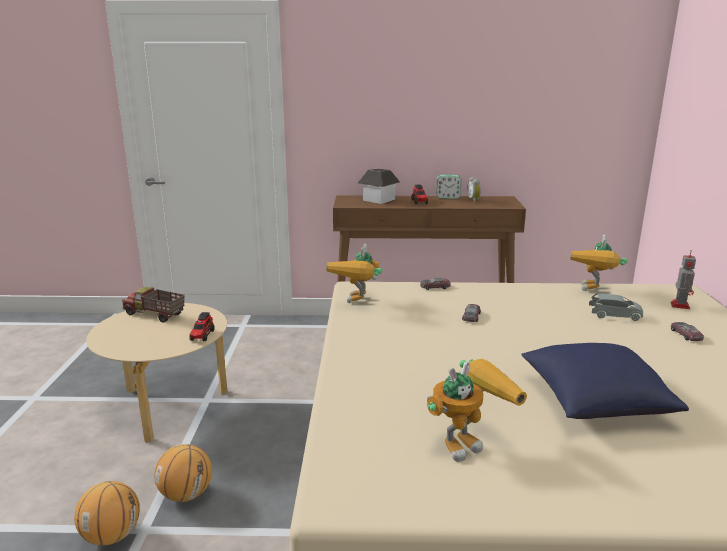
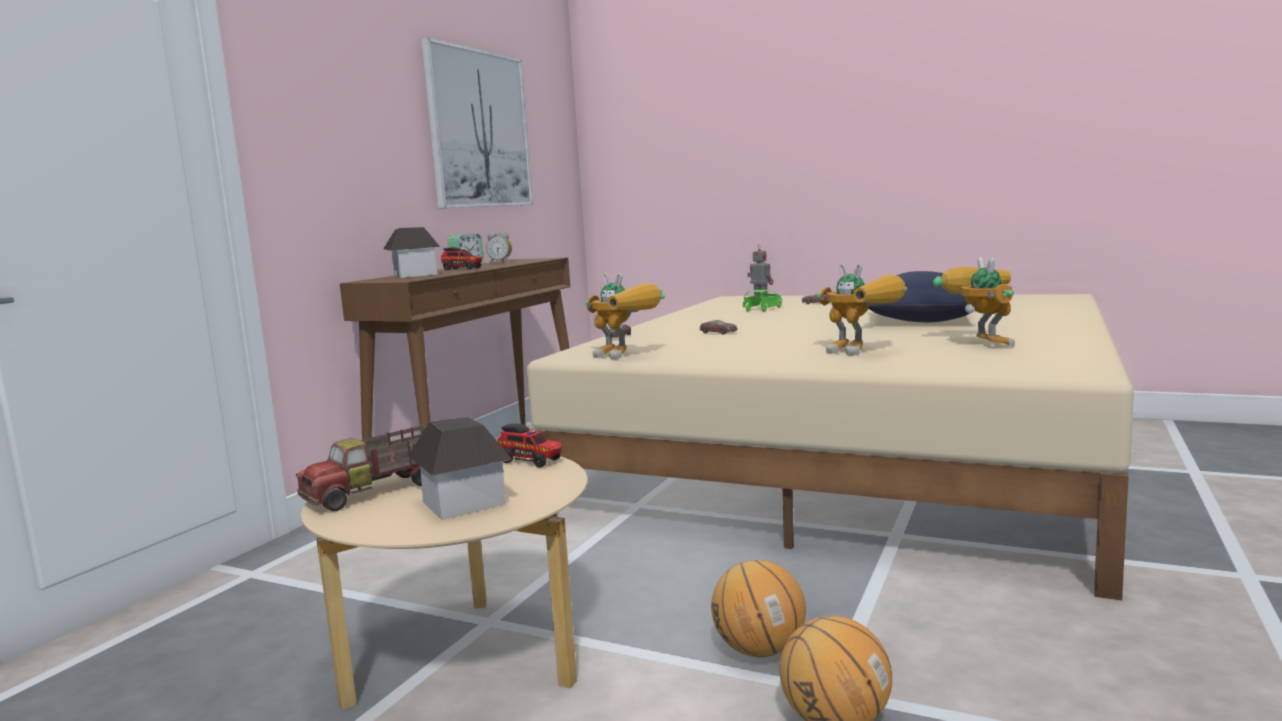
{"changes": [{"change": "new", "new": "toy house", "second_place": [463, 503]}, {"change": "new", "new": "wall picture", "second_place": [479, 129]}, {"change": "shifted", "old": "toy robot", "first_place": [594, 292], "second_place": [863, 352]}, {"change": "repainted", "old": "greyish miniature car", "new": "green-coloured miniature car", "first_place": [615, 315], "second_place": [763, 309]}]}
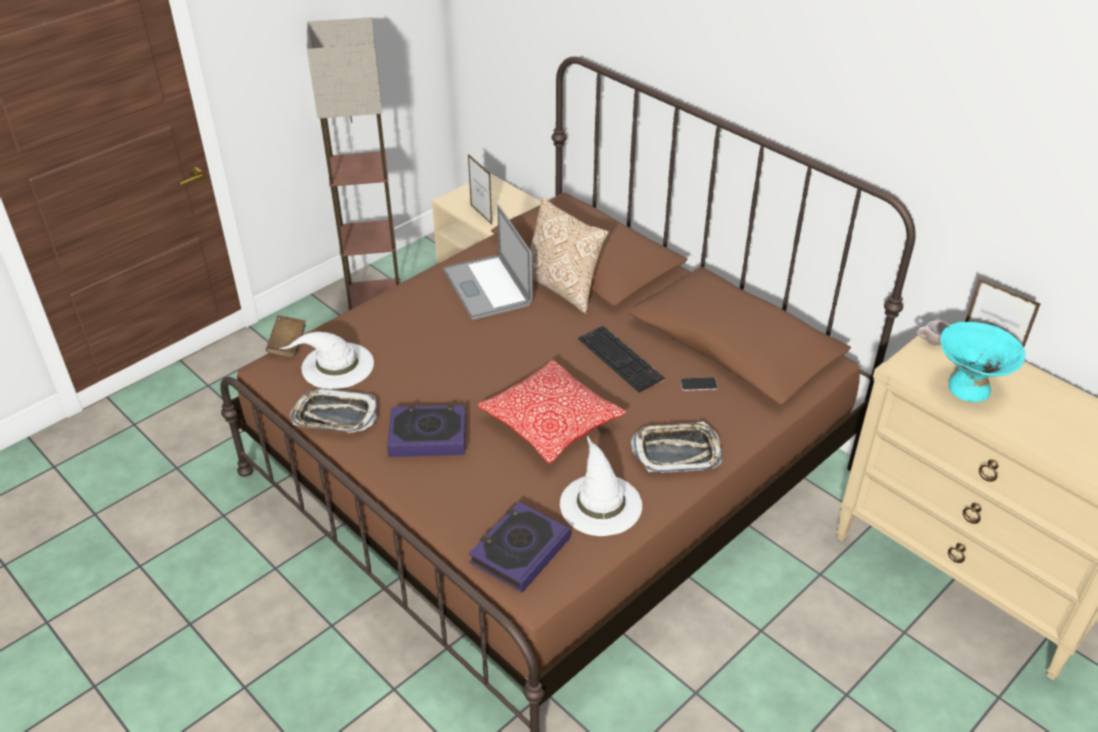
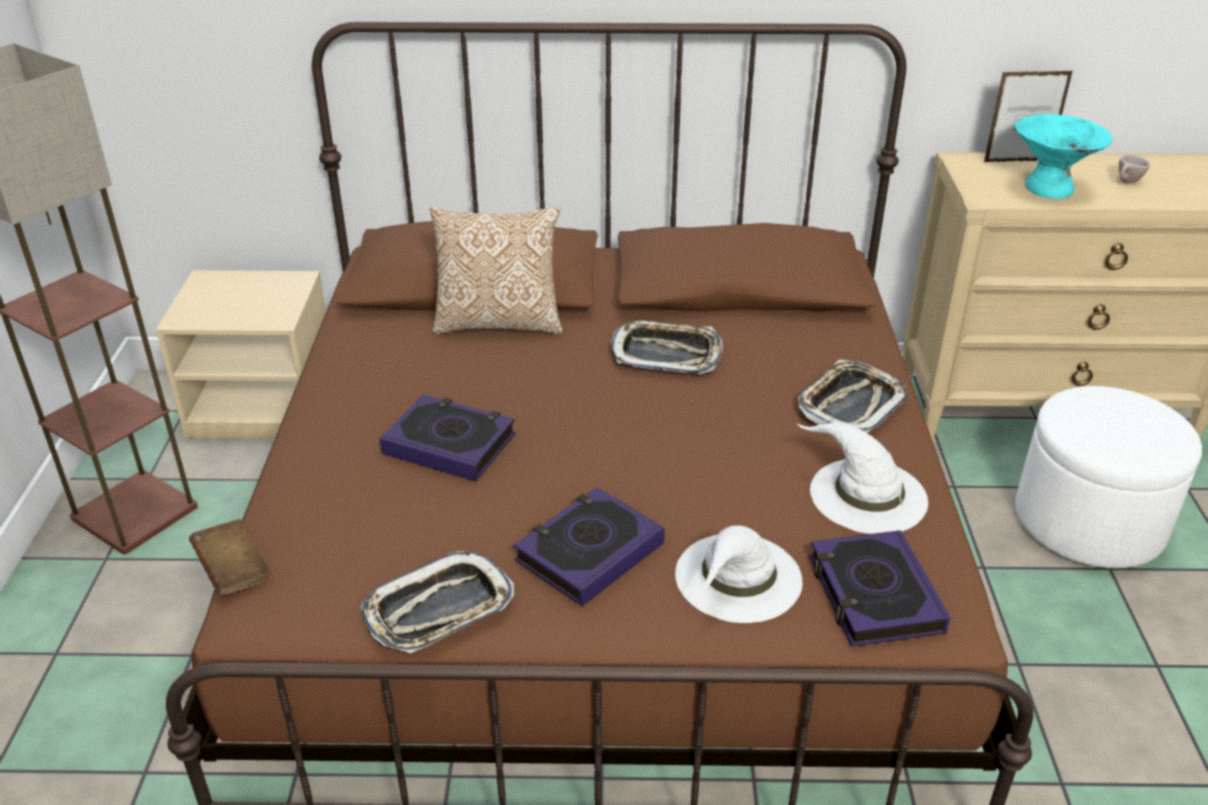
{"changes": [{"change": "gone", "old": "portable computer", "first_place": [487, 287]}, {"change": "gone", "old": "standing frame", "first_place": [481, 215]}, {"change": "gone", "old": "throw pillow", "first_place": [551, 423]}, {"change": "gone", "old": "telephone", "first_place": [698, 384]}, {"change": "new", "new": "book", "second_place": [449, 444]}, {"change": "new", "new": "white-coloured footrest", "second_place": [1088, 521]}, {"change": "shifted", "old": "white-coloured wearable hat", "first_place": [336, 366], "second_place": [738, 578]}, {"change": "shifted", "old": "sand-coloured small cup", "first_place": [930, 343], "second_place": [1127, 183]}, {"change": "swapped", "old": "computer keyboard", "new": "serving tray", "first_place": [622, 359], "second_place": [666, 354]}]}
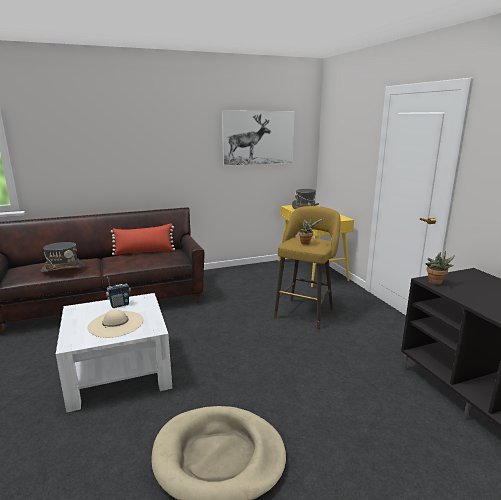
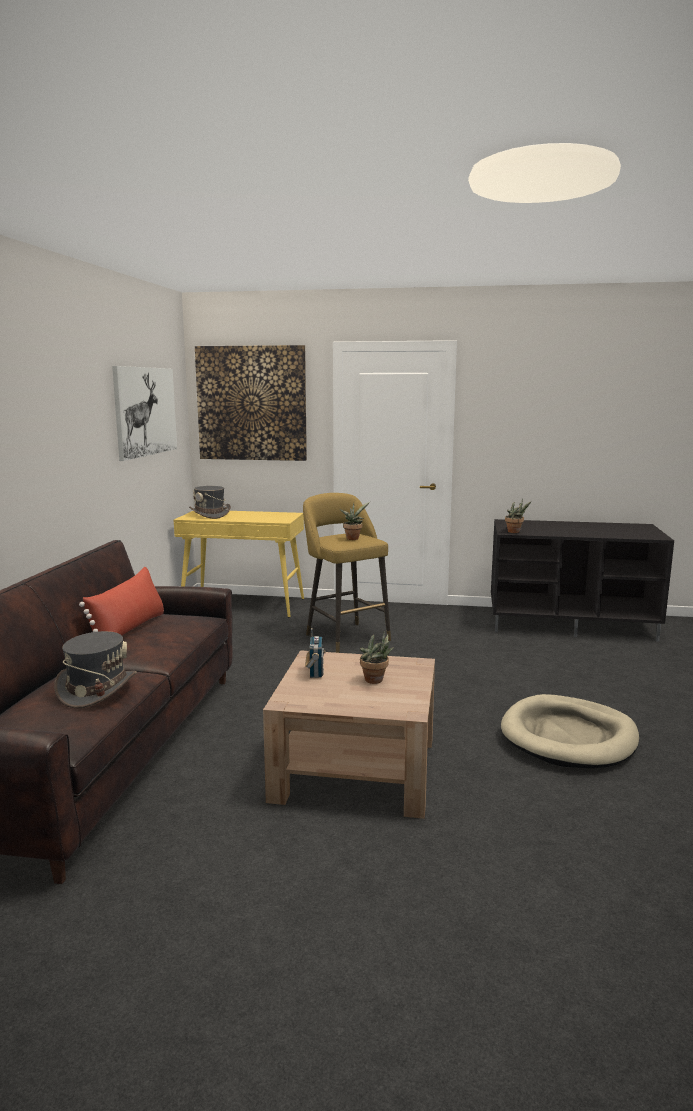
{"changes": [{"change": "new", "new": "wall picture", "second_place": [251, 403]}, {"change": "swapped", "old": "sand-coloured wearable hat", "new": "houseplant", "first_place": [116, 324], "second_place": [376, 681]}, {"change": "repainted", "old": "white-coloured coffee table", "new": "brown coffee table", "first_place": [118, 371], "second_place": [355, 768]}]}
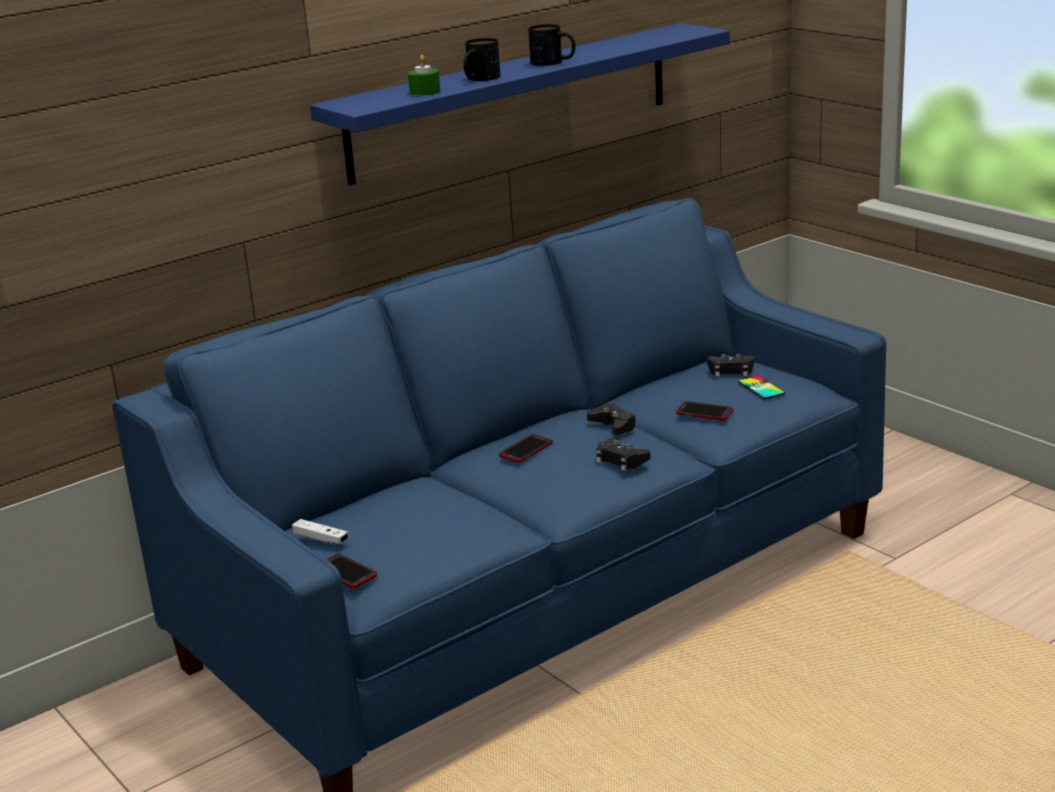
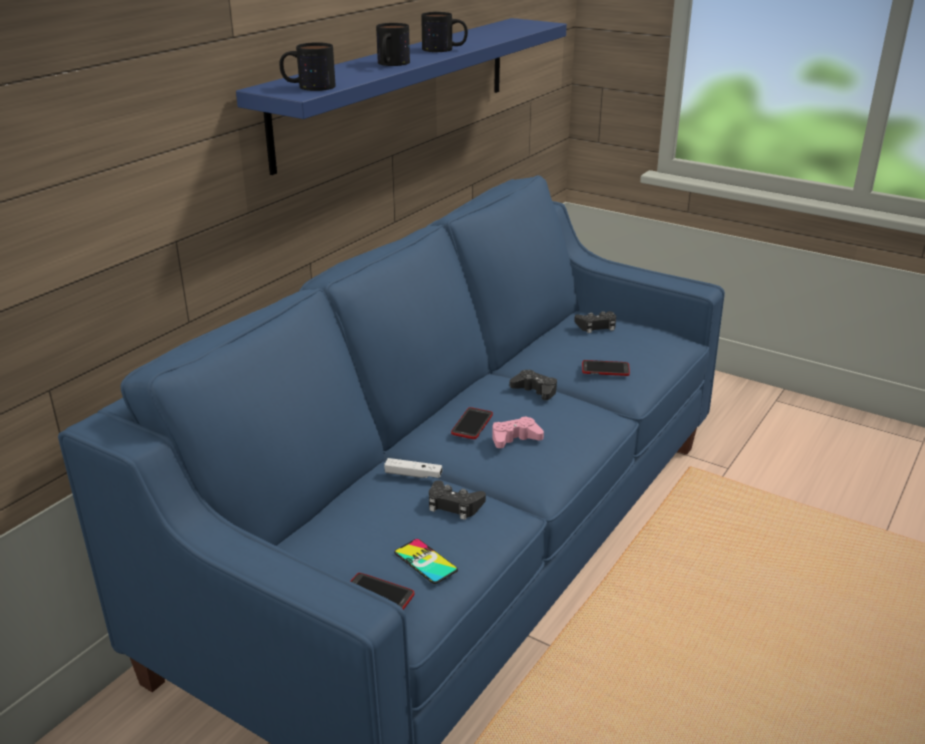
{"changes": [{"change": "gone", "old": "green-coloured wax candle", "first_place": [425, 92]}, {"change": "new", "new": "mug", "second_place": [308, 86]}, {"change": "new", "new": "pink gamepad", "second_place": [515, 438]}, {"change": "shifted", "old": "white-coloured gamepad", "first_place": [321, 539], "second_place": [413, 474]}, {"change": "shifted", "old": "black gamepad", "first_place": [621, 460], "second_place": [454, 505]}, {"change": "shifted", "old": "telephone", "first_place": [761, 388], "second_place": [425, 561]}]}
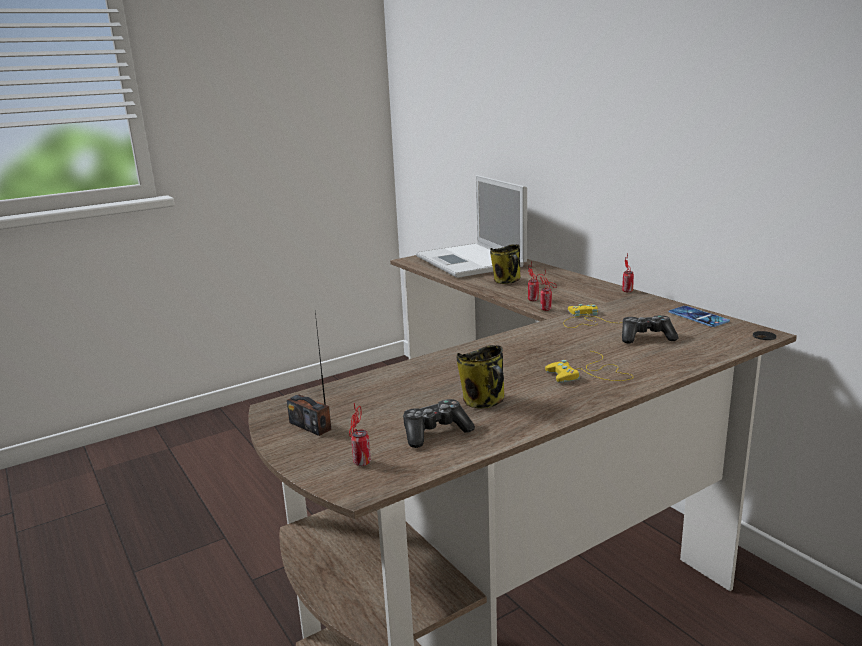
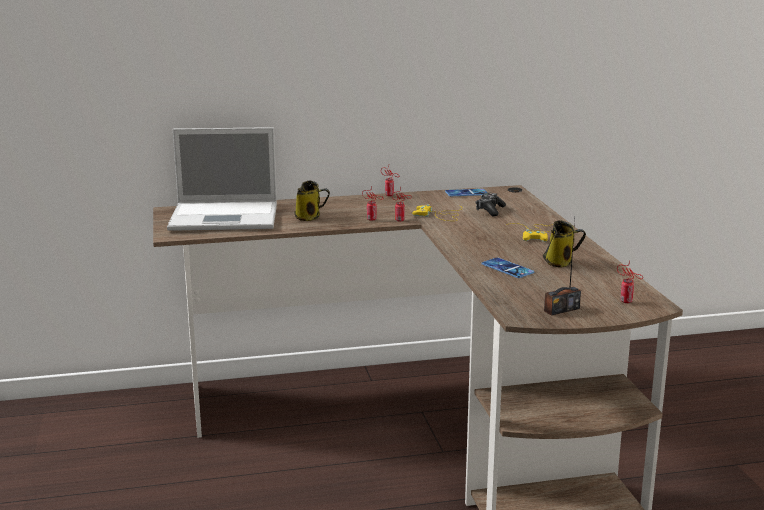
{"changes": [{"change": "gone", "old": "gamepad", "first_place": [435, 432]}, {"change": "new", "new": "telephone", "second_place": [507, 268]}]}
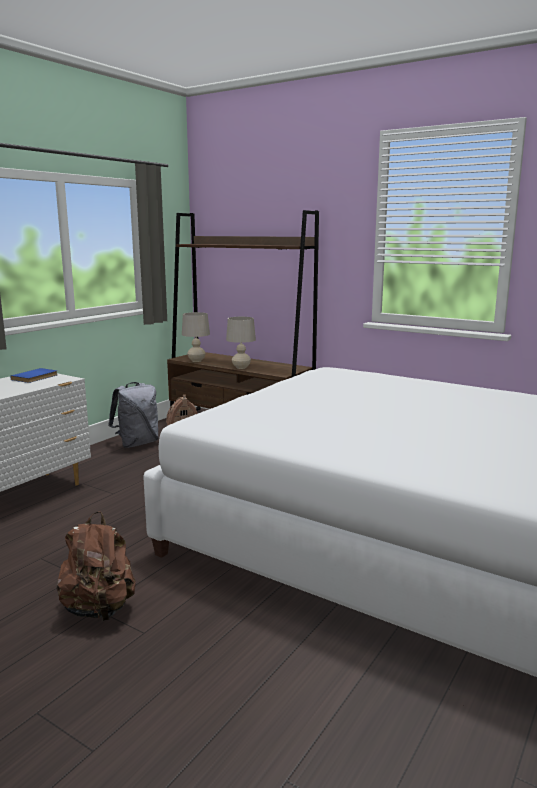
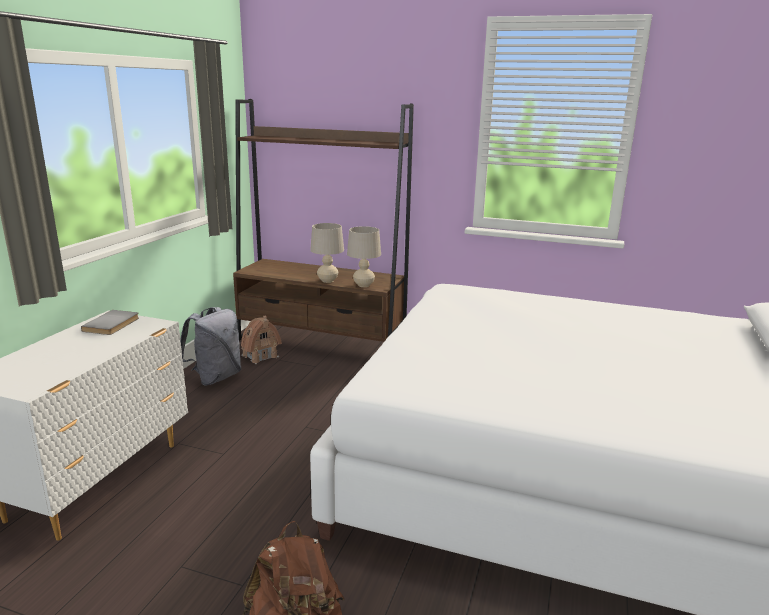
{"changes": [{"change": "shifted", "old": "sand-coloured table lamp", "first_place": [196, 361], "second_place": [363, 285]}, {"change": "repainted", "old": "blue book", "new": "greyish book", "first_place": [36, 377], "second_place": [113, 324]}]}
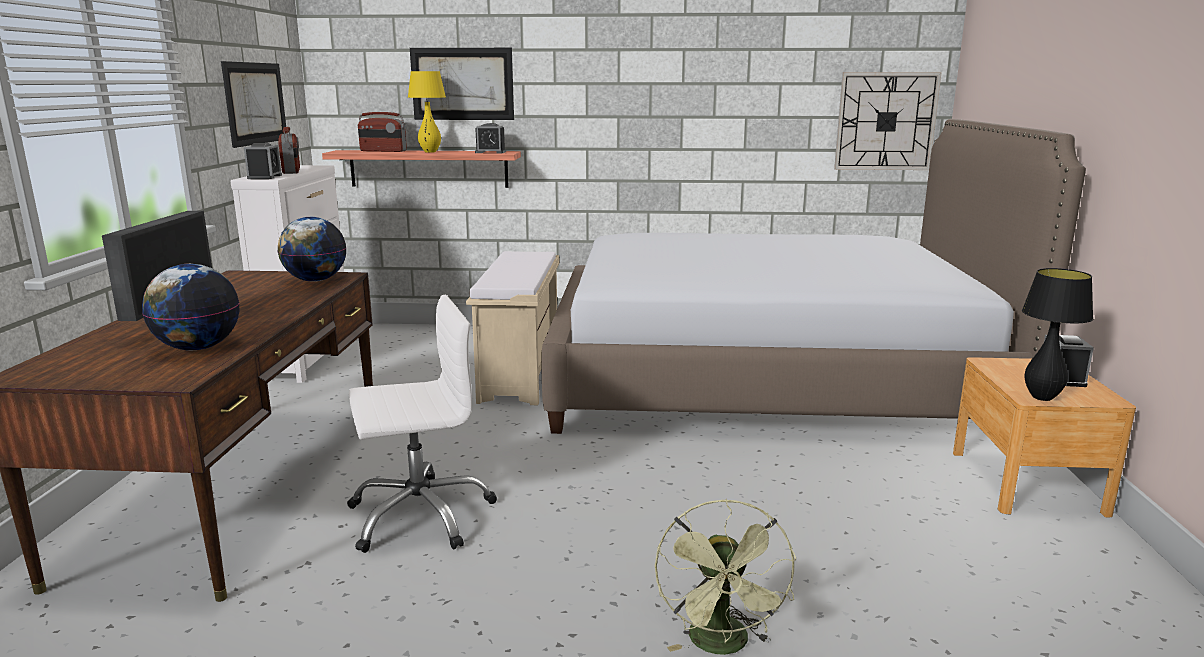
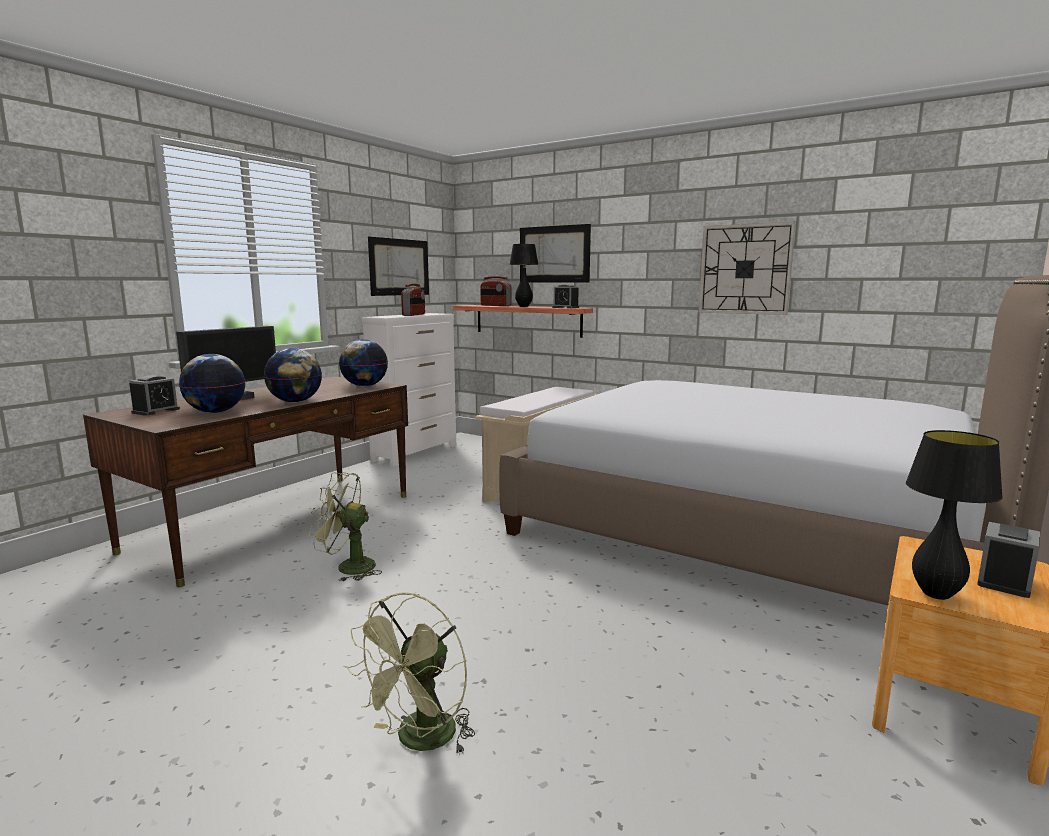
{"changes": [{"change": "new", "new": "desk globe", "second_place": [295, 402]}, {"change": "shifted", "old": "alarm clock", "first_place": [265, 177], "second_place": [156, 411]}, {"change": "shifted", "old": "clock on the wall", "first_place": [886, 121], "second_place": [745, 269]}, {"change": "swapped", "old": "white-coloured computer chair", "new": "green-coloured electric fan", "first_place": [420, 515], "second_place": [347, 567]}, {"change": "repainted", "old": "yellowish table lamp", "new": "black table lamp", "first_place": [430, 152], "second_place": [523, 306]}]}
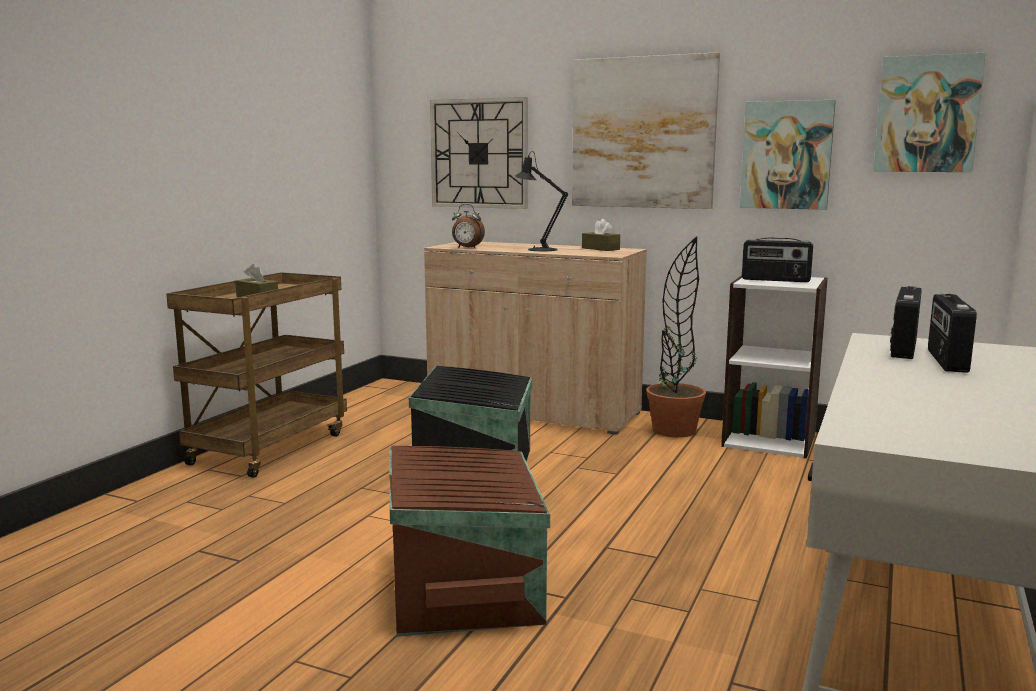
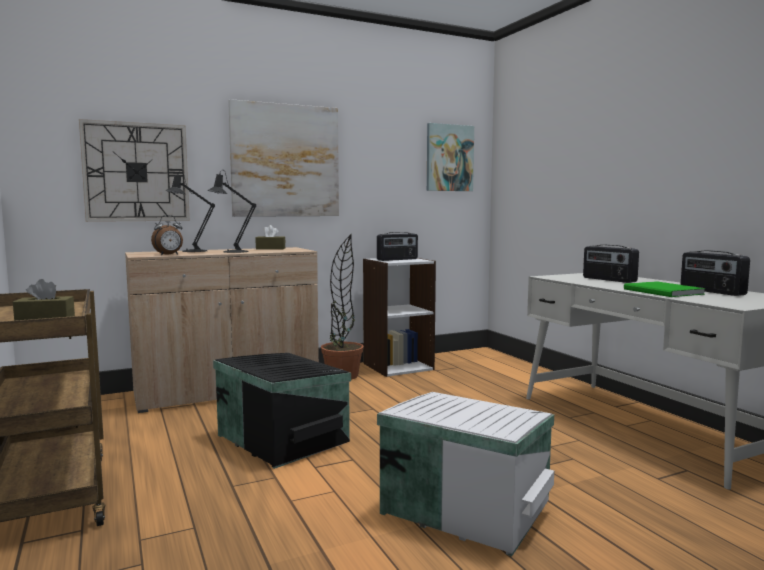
{"changes": [{"change": "gone", "old": "wall picture", "first_place": [786, 155]}, {"change": "new", "new": "black table lamp", "second_place": [190, 251]}, {"change": "new", "new": "green-coloured book", "second_place": [663, 292]}, {"change": "shifted", "old": "radio receiver", "first_place": [902, 349], "second_place": [711, 291]}, {"change": "repainted", "old": "brown storage bin", "new": "white-coloured storage bin", "first_place": [467, 585], "second_place": [465, 505]}]}
